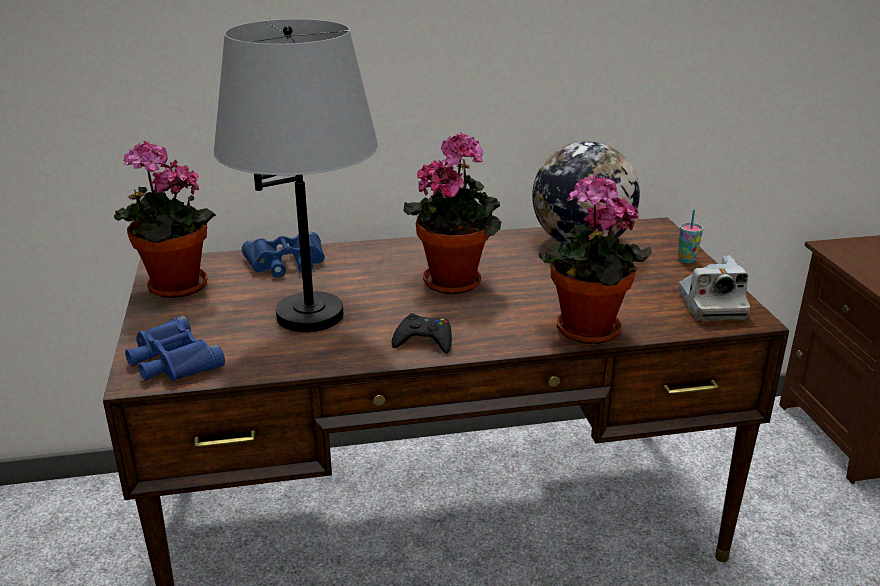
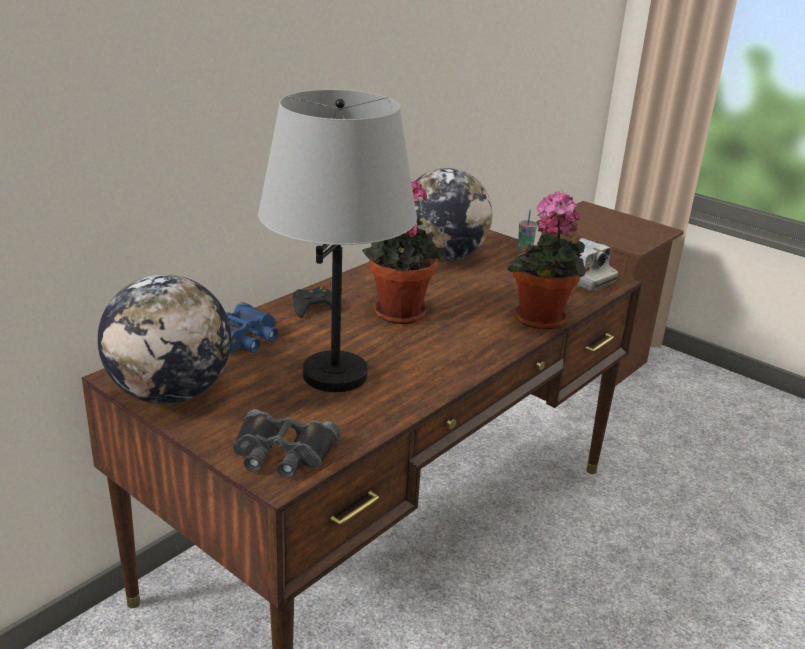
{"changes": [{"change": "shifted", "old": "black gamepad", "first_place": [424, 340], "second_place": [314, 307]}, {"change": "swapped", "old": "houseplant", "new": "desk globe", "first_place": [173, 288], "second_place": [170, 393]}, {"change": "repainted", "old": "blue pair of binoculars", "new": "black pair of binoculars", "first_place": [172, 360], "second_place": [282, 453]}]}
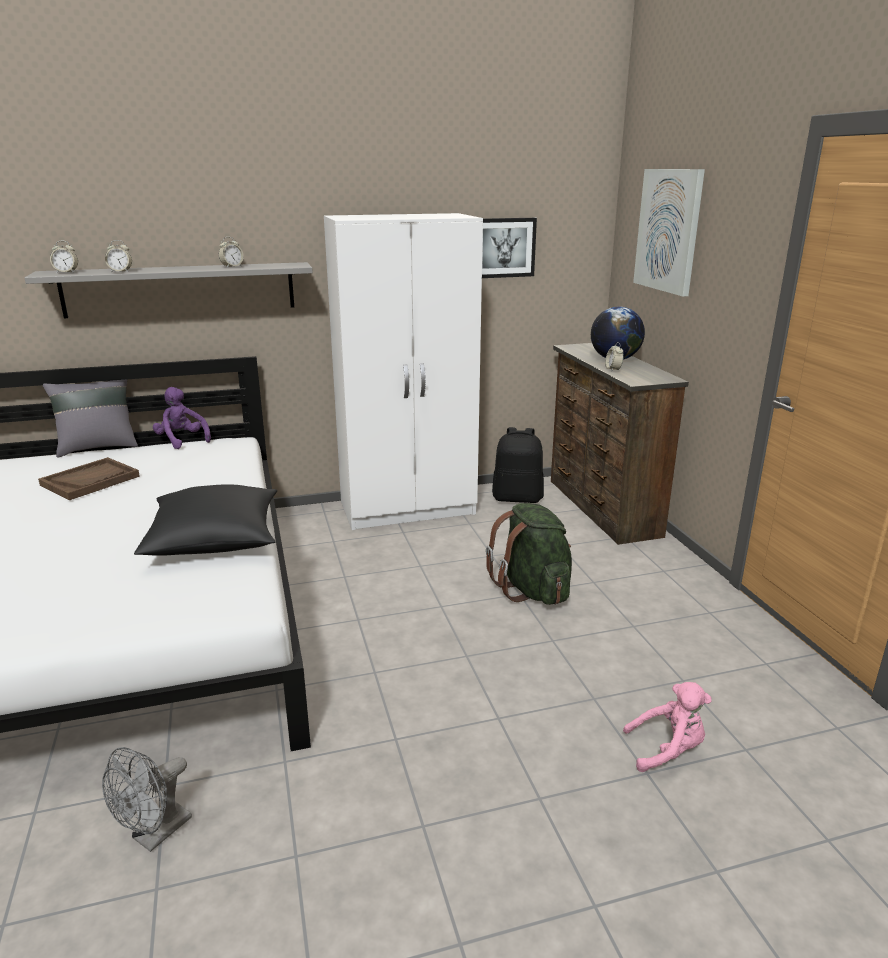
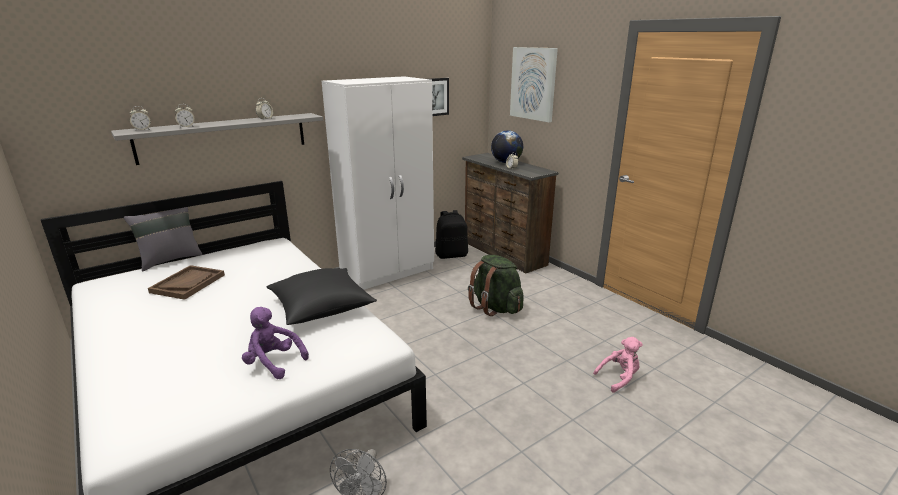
{"changes": [{"change": "shifted", "old": "purple soft toy", "first_place": [182, 441], "second_place": [273, 363]}]}
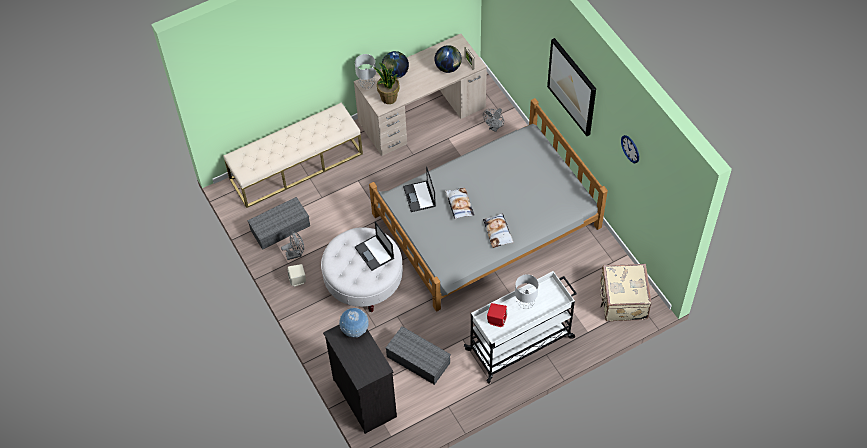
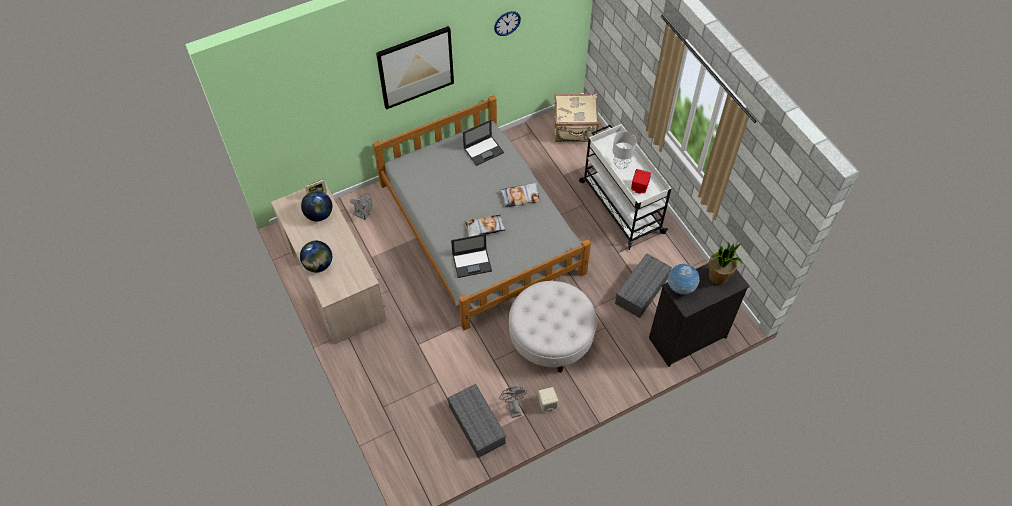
{"changes": [{"change": "gone", "old": "sand-coloured long seat", "first_place": [296, 166]}, {"change": "gone", "old": "greyish table lamp", "first_place": [367, 85]}, {"change": "shifted", "old": "portable computer", "first_place": [374, 253], "second_place": [484, 150]}, {"change": "shifted", "old": "houseplant", "first_place": [388, 98], "second_place": [718, 277]}]}
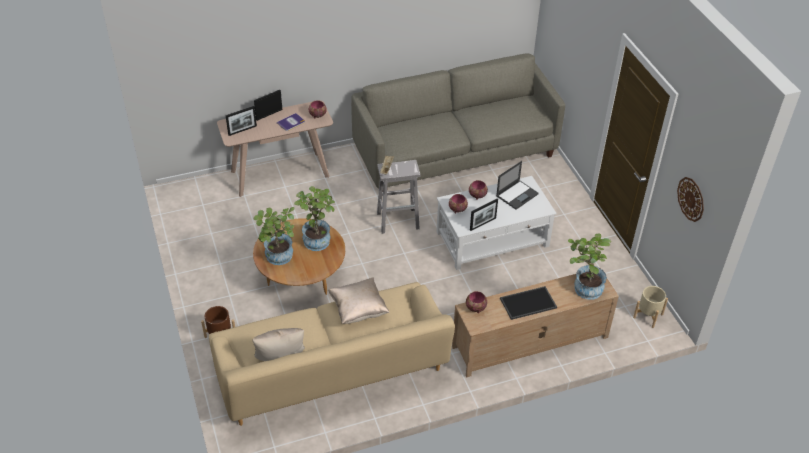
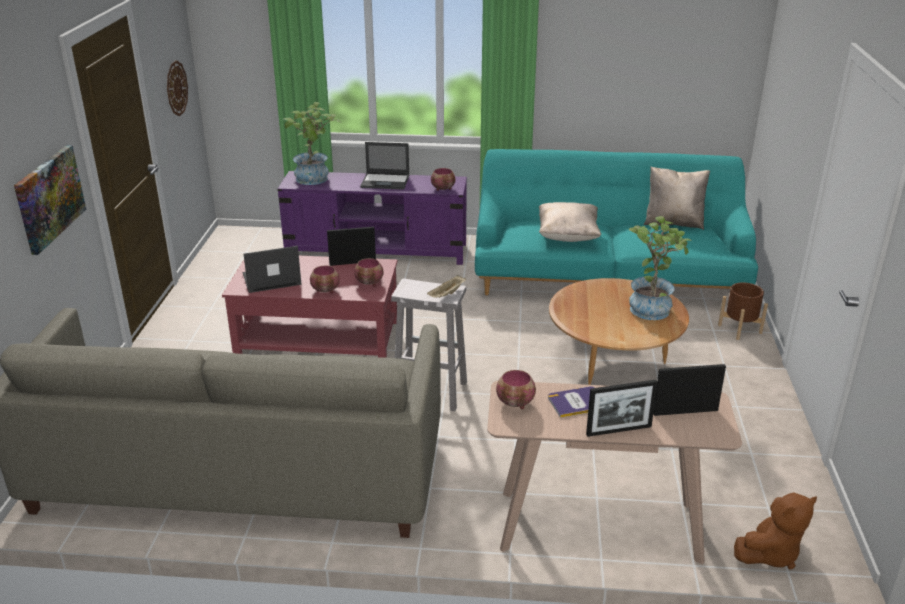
{"changes": [{"change": "gone", "old": "houseplant", "first_place": [317, 238]}, {"change": "gone", "old": "sand-coloured planter", "first_place": [648, 315]}, {"change": "new", "new": "wall picture", "second_place": [49, 198]}, {"change": "new", "new": "brown soft toy", "second_place": [770, 553]}, {"change": "swapped", "old": "serving tray", "new": "portable computer", "first_place": [528, 304], "second_place": [386, 182]}, {"change": "repainted", "old": "sand-coloured settee", "new": "blue-green settee", "first_place": [332, 370], "second_place": [607, 276]}, {"change": "repainted", "old": "white-coloured coffee table", "new": "red coffee table", "first_place": [493, 239], "second_place": [317, 338]}, {"change": "repainted", "old": "sand-coloured tv stand", "new": "purple tv stand", "first_place": [529, 342], "second_place": [377, 251]}]}
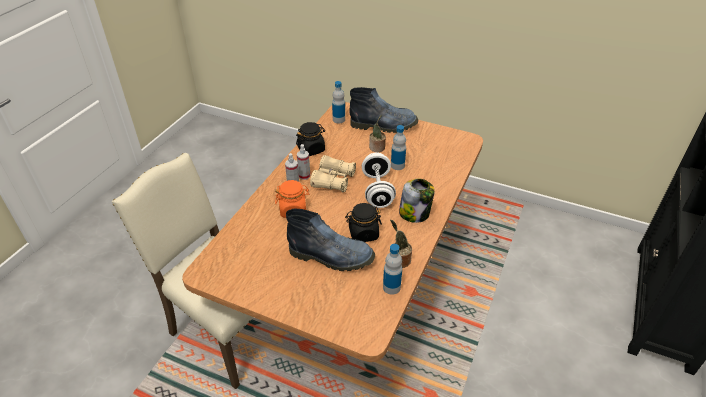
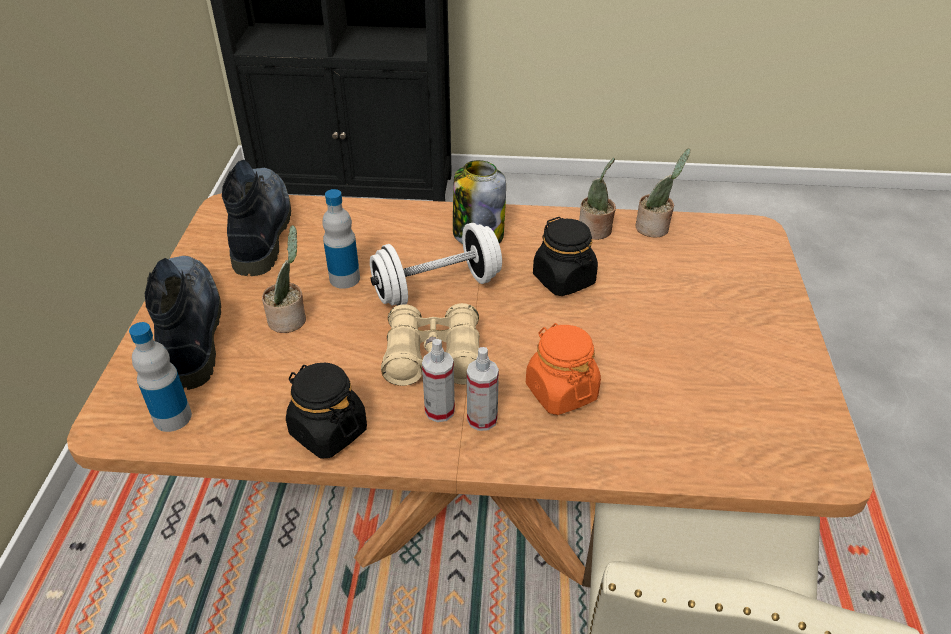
{"changes": [{"change": "shifted", "old": "boot", "first_place": [332, 256], "second_place": [260, 229]}, {"change": "swapped", "old": "bottle", "new": "houseplant", "first_place": [391, 287], "second_place": [654, 228]}]}
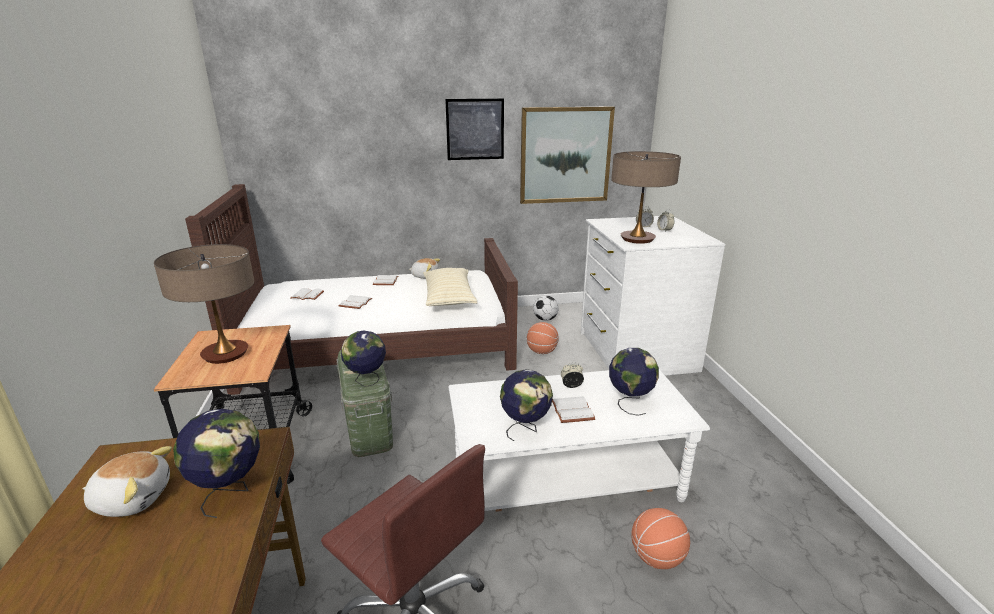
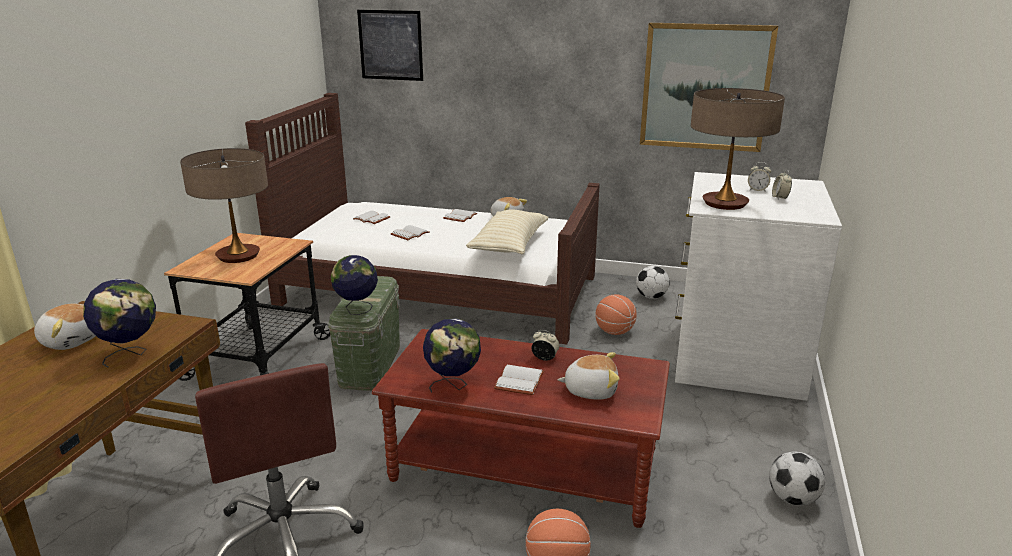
{"changes": [{"change": "new", "new": "football ball", "second_place": [792, 498]}, {"change": "shifted", "old": "wall picture", "first_place": [475, 129], "second_place": [390, 45]}, {"change": "swapped", "old": "desk globe", "new": "soft toy", "first_place": [629, 403], "second_place": [590, 390]}, {"change": "repainted", "old": "white-coloured coffee table", "new": "brown coffee table", "first_place": [565, 480], "second_place": [523, 467]}]}
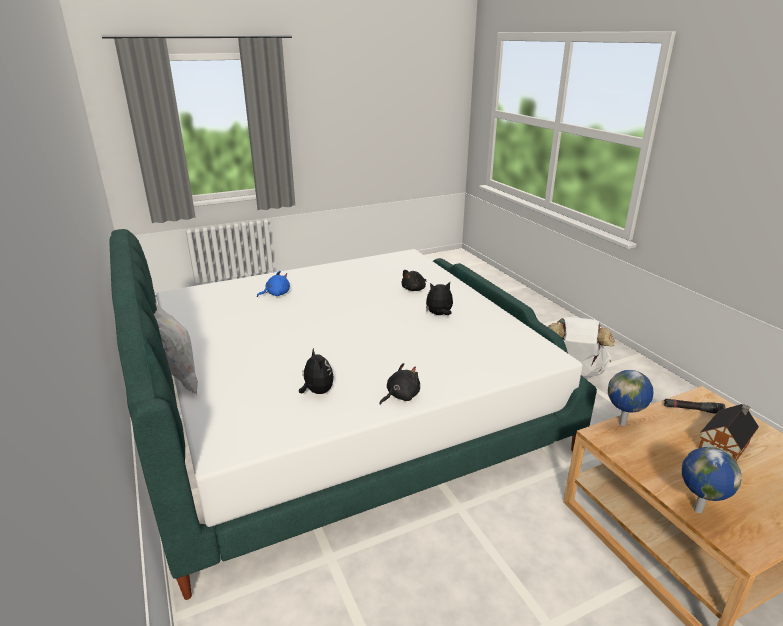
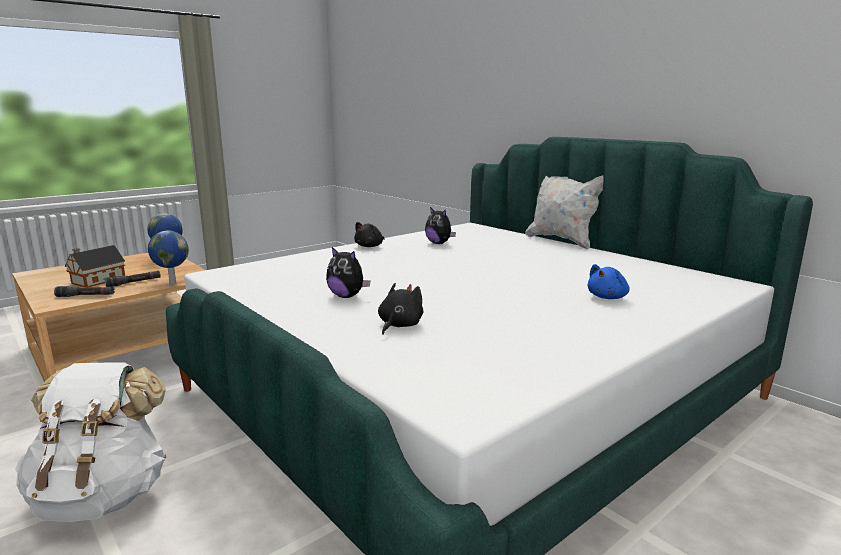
{"changes": [{"change": "new", "new": "black torch", "second_place": [133, 283]}, {"change": "rotated", "old": "soft toy", "first_place": [439, 315], "second_place": [347, 296], "degrees": 60}]}
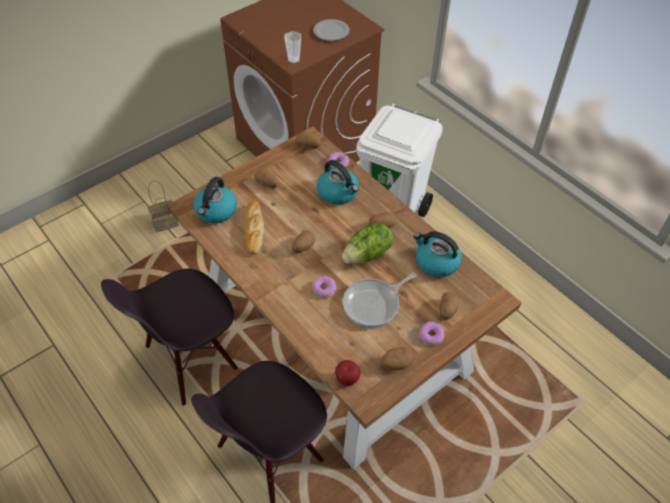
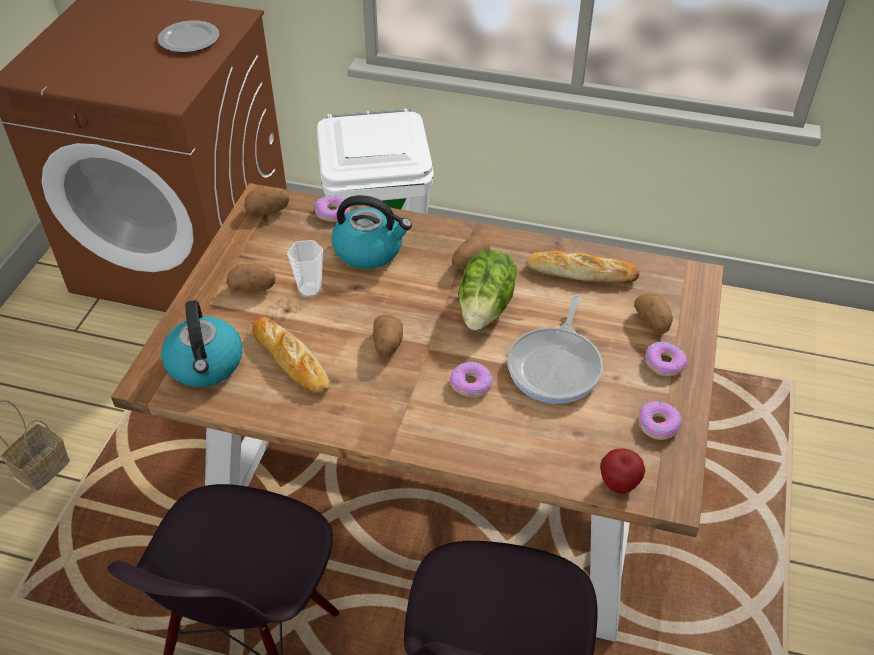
{"changes": [{"change": "shifted", "old": "small cup", "first_place": [293, 59], "second_place": [310, 289]}, {"change": "swapped", "old": "whole potato", "new": "donut", "first_place": [396, 364], "second_place": [658, 424]}, {"change": "swapped", "old": "tea kettle", "new": "bakery bread", "first_place": [436, 262], "second_place": [581, 272]}]}
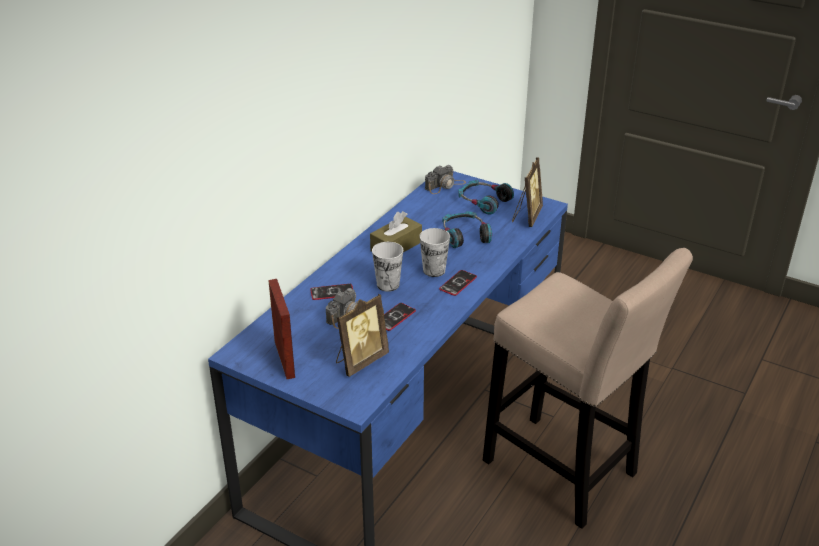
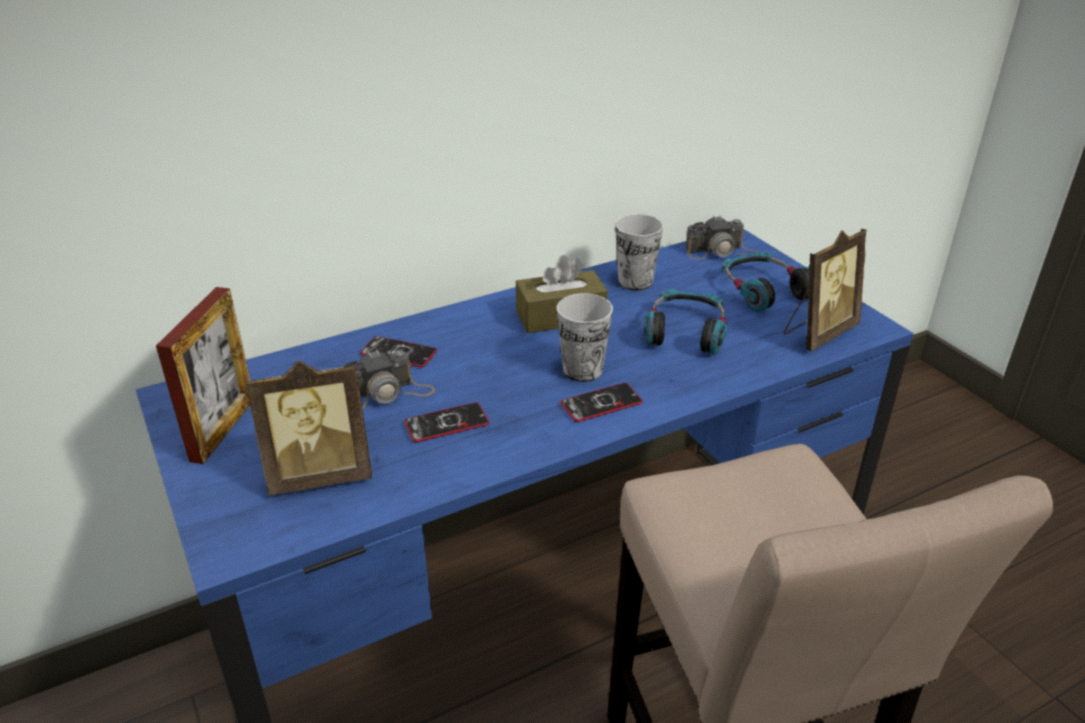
{"changes": [{"change": "shifted", "old": "small cup", "first_place": [388, 285], "second_place": [635, 282]}]}
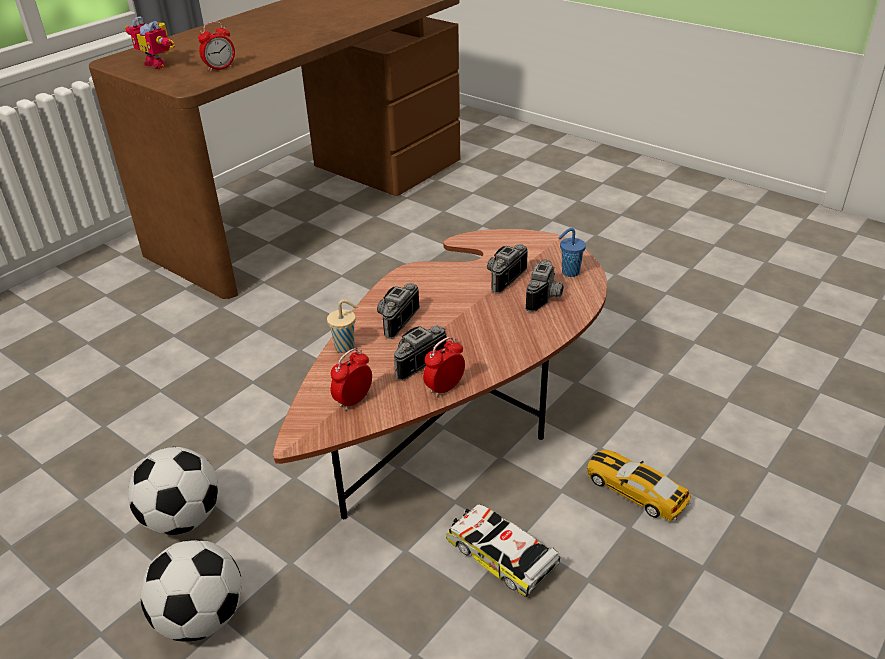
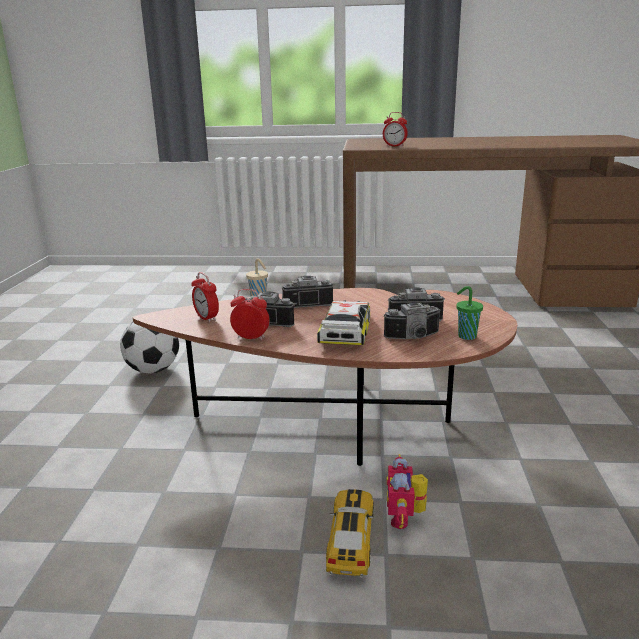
{"changes": [{"change": "gone", "old": "football ball", "first_place": [201, 618]}, {"change": "shifted", "old": "toy robot", "first_place": [159, 64], "second_place": [405, 518]}, {"change": "shifted", "old": "miniature car", "first_place": [501, 555], "second_place": [346, 331]}, {"change": "repainted", "old": "blue small cup", "new": "green-coloured small cup", "first_place": [569, 272], "second_place": [466, 336]}, {"change": "rotated", "old": "alarm clock", "first_place": [354, 400], "second_place": [206, 318], "degrees": -135}]}
